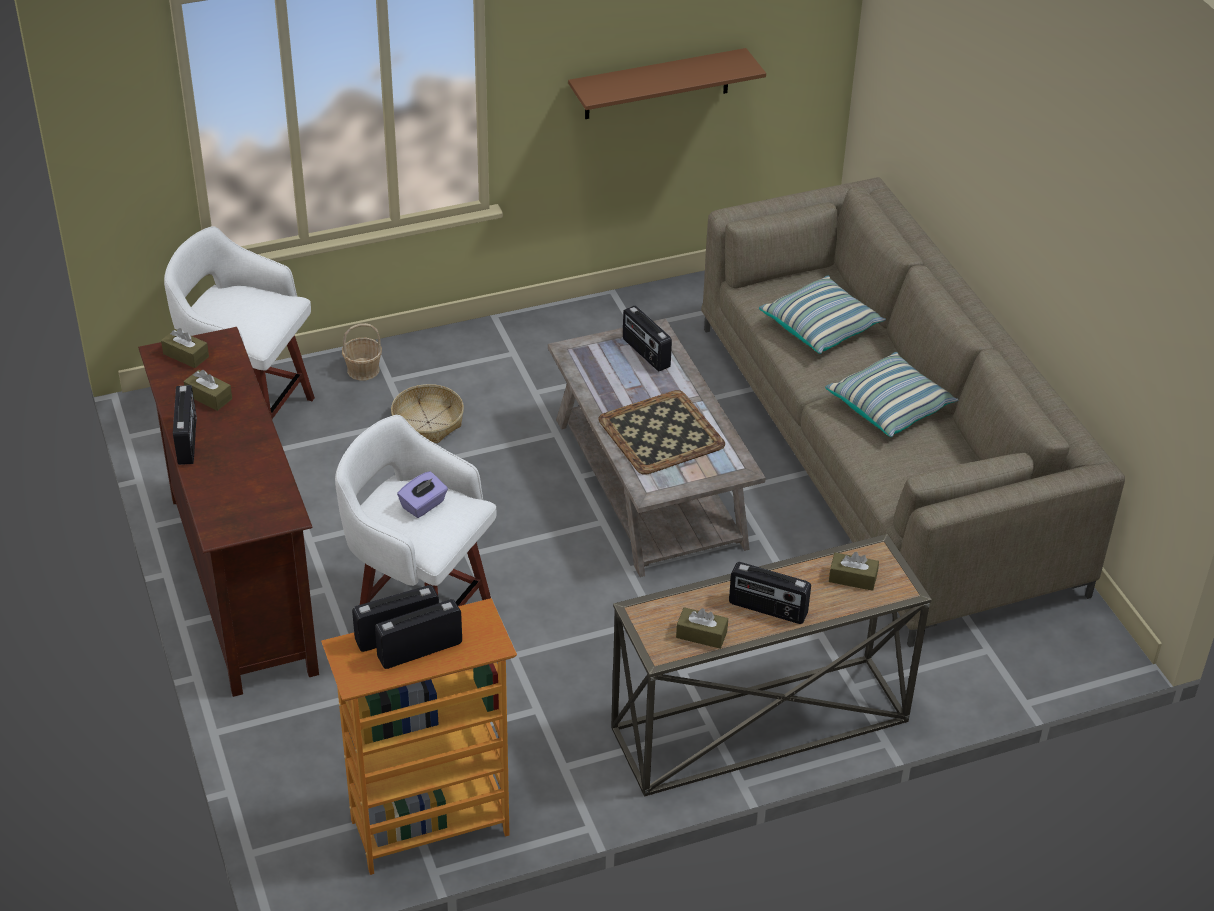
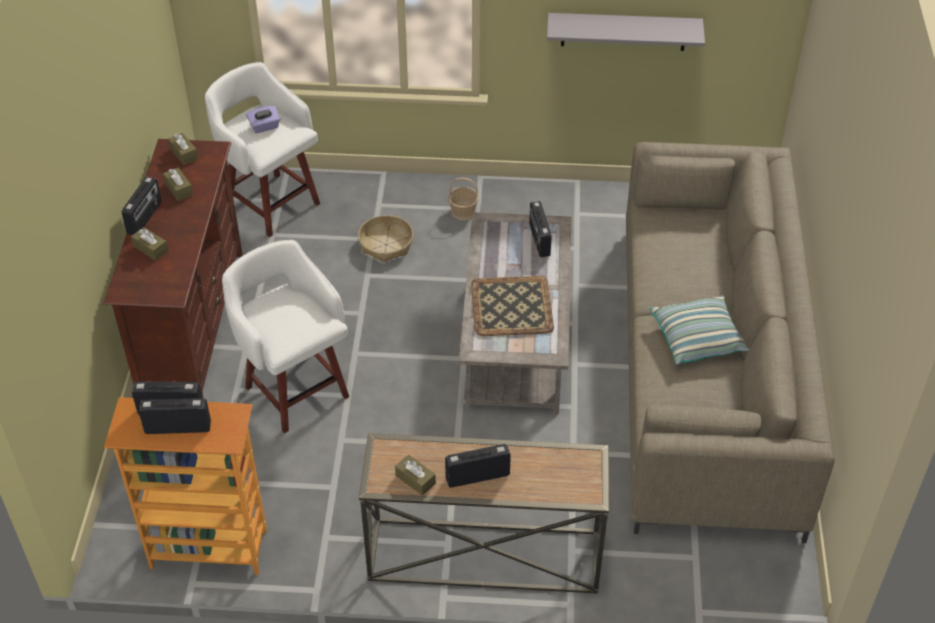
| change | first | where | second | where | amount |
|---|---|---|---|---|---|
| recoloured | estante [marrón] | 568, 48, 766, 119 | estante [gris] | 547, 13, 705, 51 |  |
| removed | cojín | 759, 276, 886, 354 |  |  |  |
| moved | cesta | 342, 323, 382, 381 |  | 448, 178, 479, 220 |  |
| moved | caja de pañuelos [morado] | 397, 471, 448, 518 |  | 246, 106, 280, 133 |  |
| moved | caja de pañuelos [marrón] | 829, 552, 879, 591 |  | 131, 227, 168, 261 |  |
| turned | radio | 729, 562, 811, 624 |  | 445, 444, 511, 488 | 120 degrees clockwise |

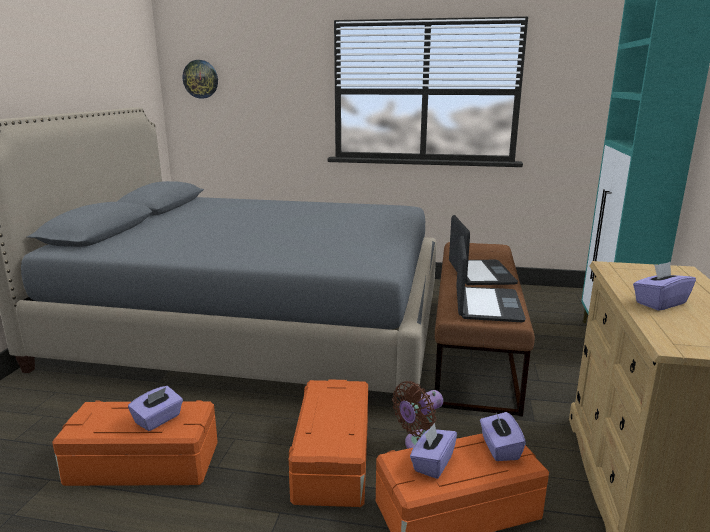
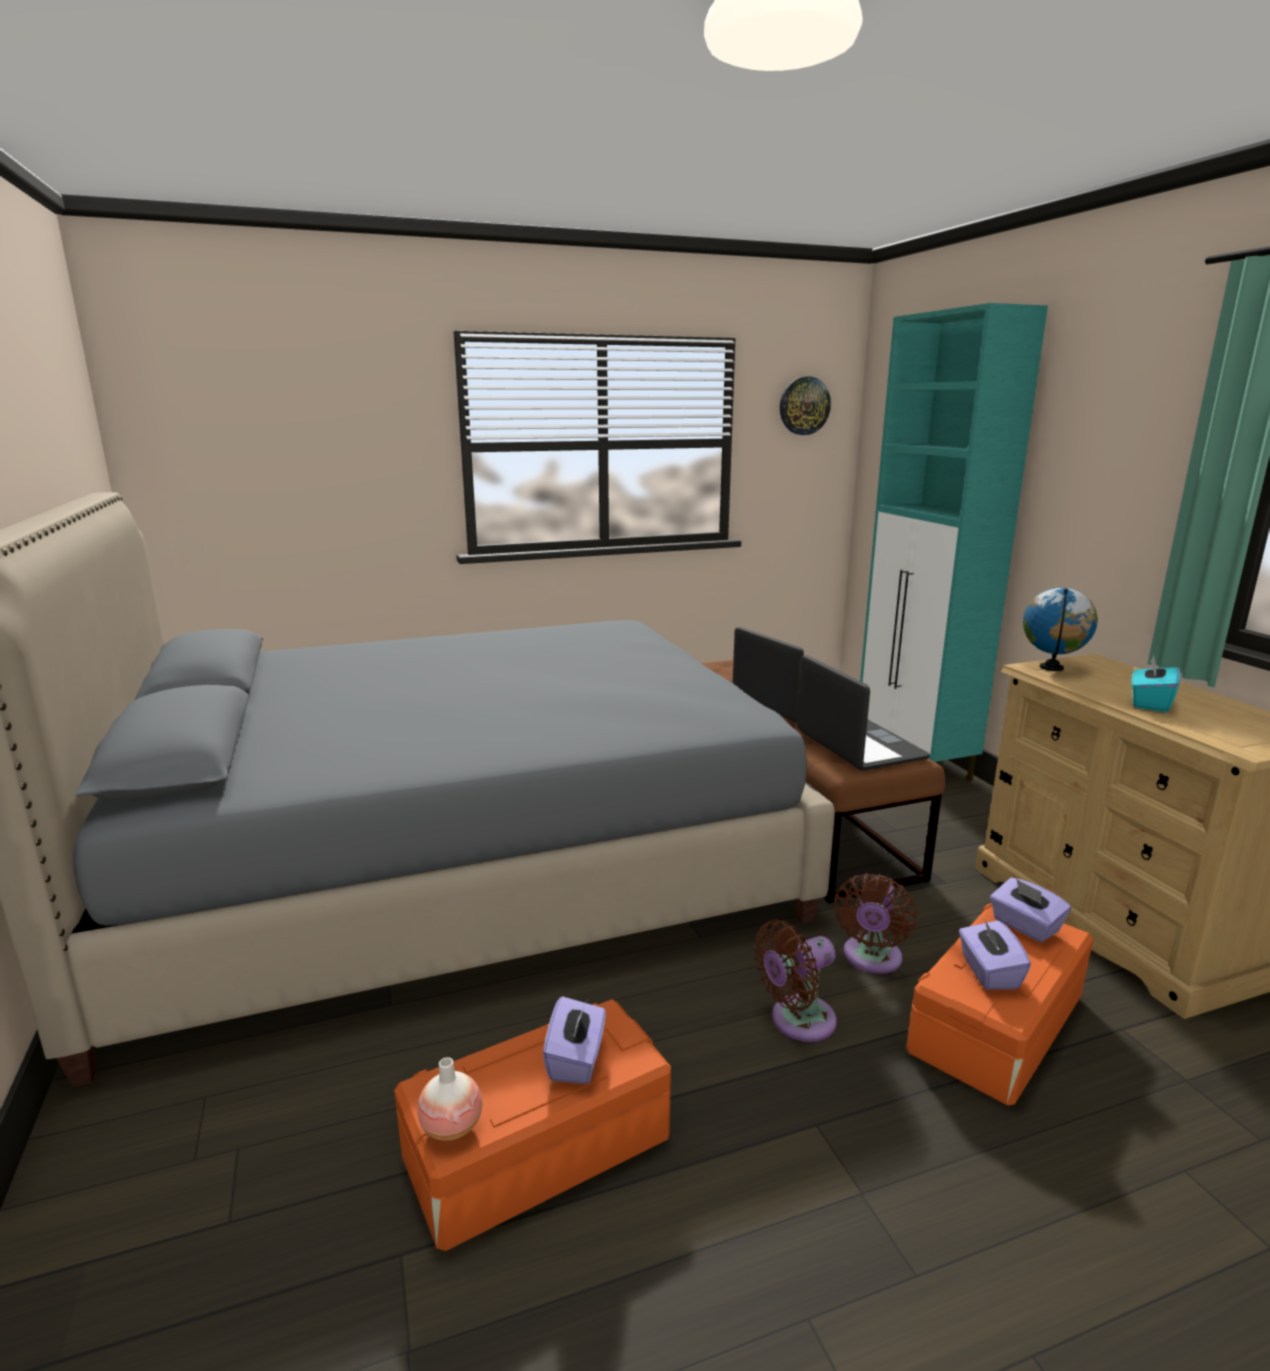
| change | first | where | second | where | amount |
|---|---|---|---|---|---|
| moved | reloj de pared | 183, 60, 218, 99 |  | 780, 376, 831, 435 |  |
| recoloured | caja de pañuelos [morado] | 633, 262, 696, 311 | caja de pañuelos [turquesa] | 1131, 655, 1180, 712 |  |
| replaced | caja de almacenaje [naranja] | 289, 379, 368, 507 | ventilador [marrón] | 754, 920, 837, 1042 |  |
| added |  |  | globo terráqueo | 1023, 587, 1098, 671 |  |
| added |  |  | florero | 417, 1057, 482, 1141 |  |

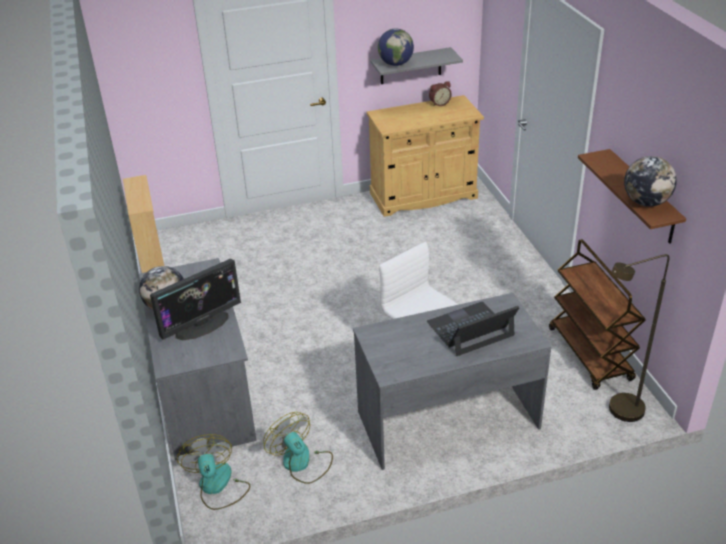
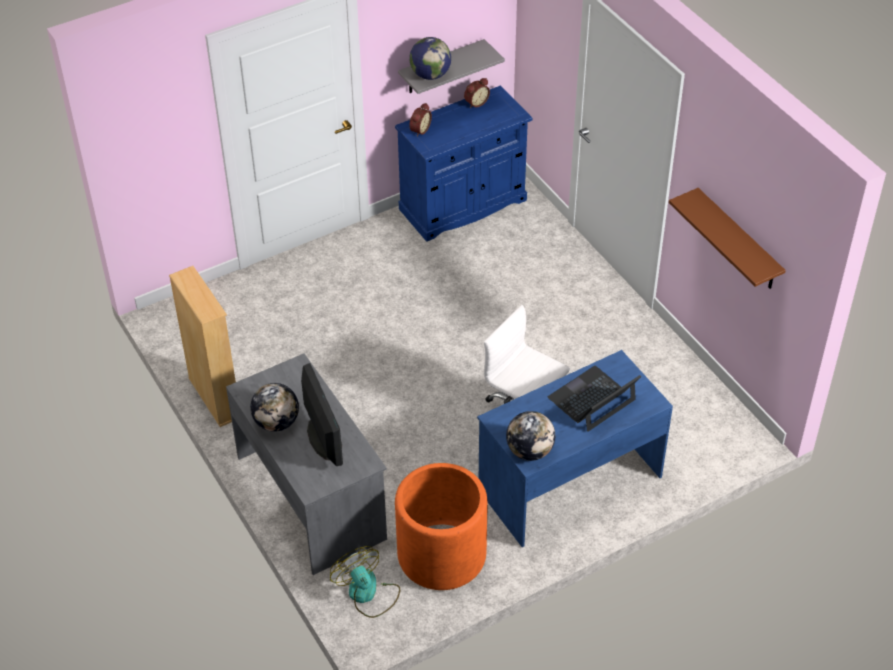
| change | first | where | second | where | amount |
|---|---|---|---|---|---|
| recoloured | armario [beis] | 366, 95, 484, 217 | armario [azul] | 395, 86, 532, 241 |  |
| moved | globo terráqueo | 624, 156, 677, 206 |  | 506, 411, 555, 461 |  |
| removed | carrito [marrón] | 549, 239, 645, 390 |  |  |  |
| removed | lámpara de pie [marrón] | 609, 254, 670, 422 |  |  |  |
| turned | monitor | 150, 259, 241, 340 |  | 301, 363, 343, 466 | 60 degrees counterclockwise |
| recoloured | escritorio [gris] | 353, 293, 551, 470 | escritorio [azul] | 477, 350, 673, 547 |  |
| replaced | ventilador | 263, 412, 333, 484 | maceta [naranja] | 395, 463, 488, 590 |  |
| added |  |  | despertador | 409, 103, 432, 137 |  |

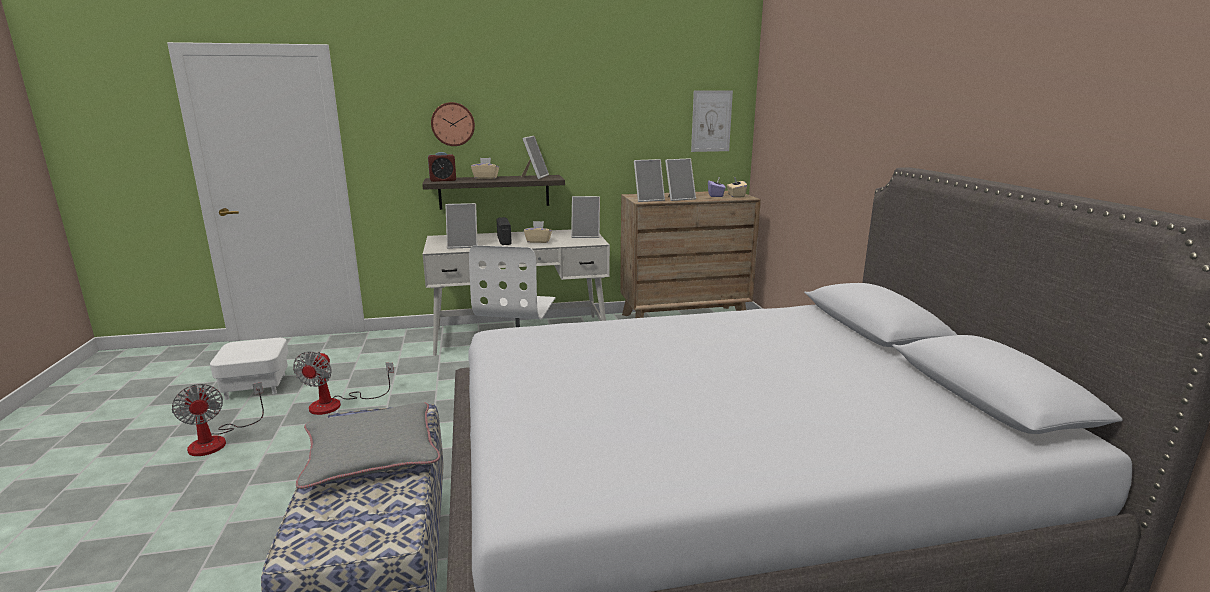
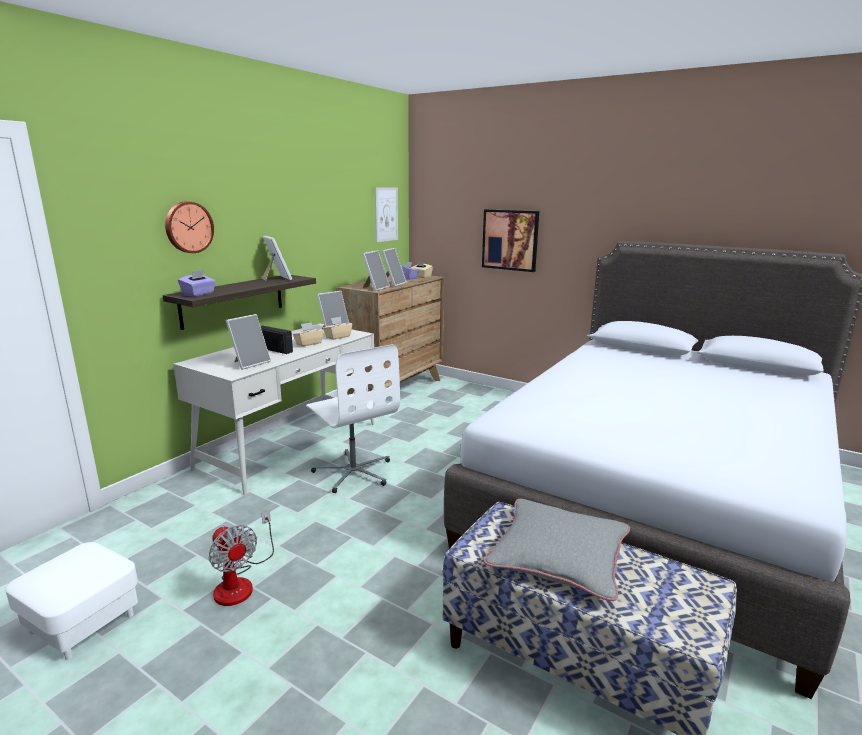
| change | first | where | second | where | amount |
|---|---|---|---|---|---|
| replaced | despertador | 428, 152, 456, 182 | caja de pañuelos [morado] | 178, 270, 216, 296 |  |
| moved | caja de pañuelos [beis] | 471, 158, 499, 179 |  | 323, 316, 352, 340 |  |
| removed | ventilador | 172, 382, 264, 456 |  |  |  |
| added |  |  | cuadro | 482, 209, 539, 272 |  |

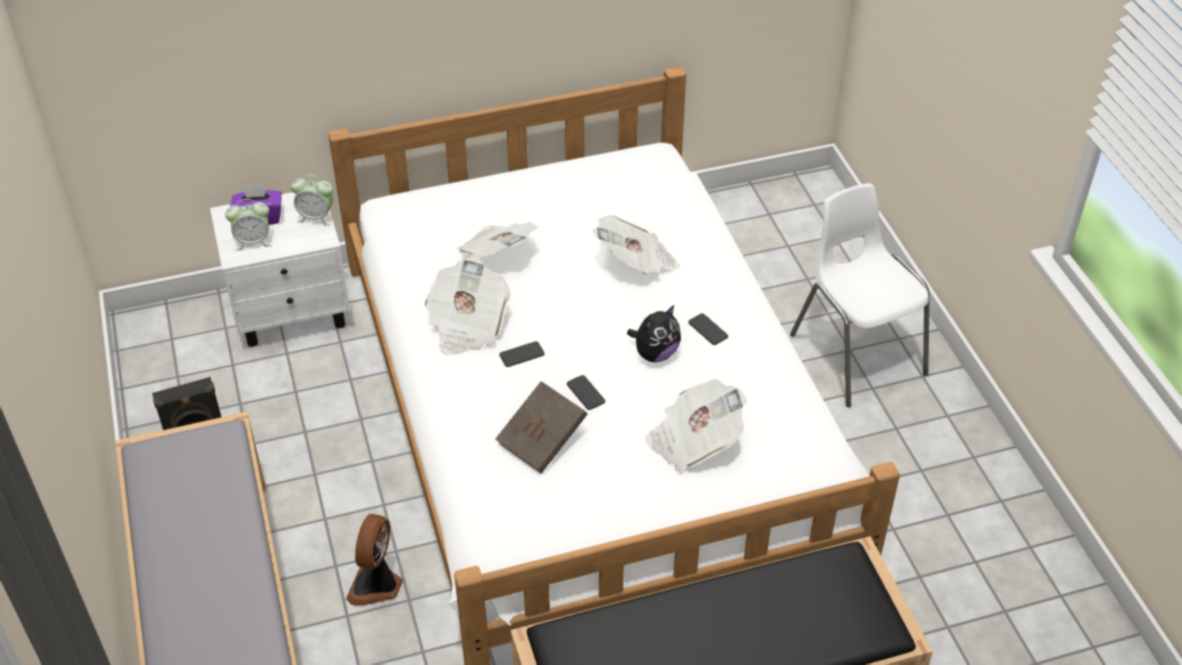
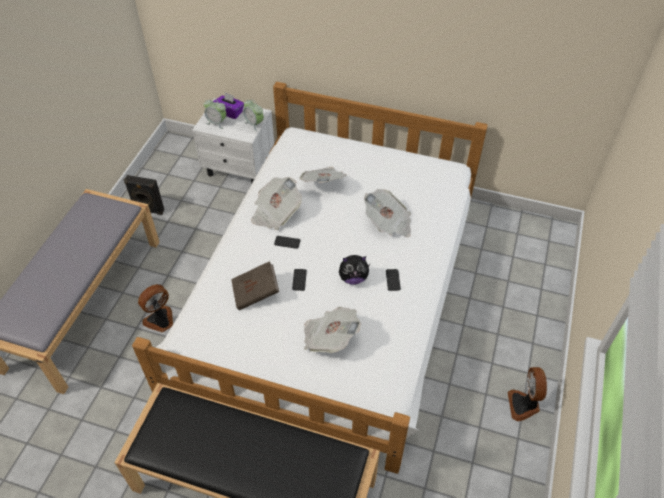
| change | first | where | second | where | amount |
|---|---|---|---|---|---|
| removed | silla [blanco] | 790, 183, 930, 407 |  |  |  |
| added |  |  | ventilador | 508, 367, 547, 421 |  |

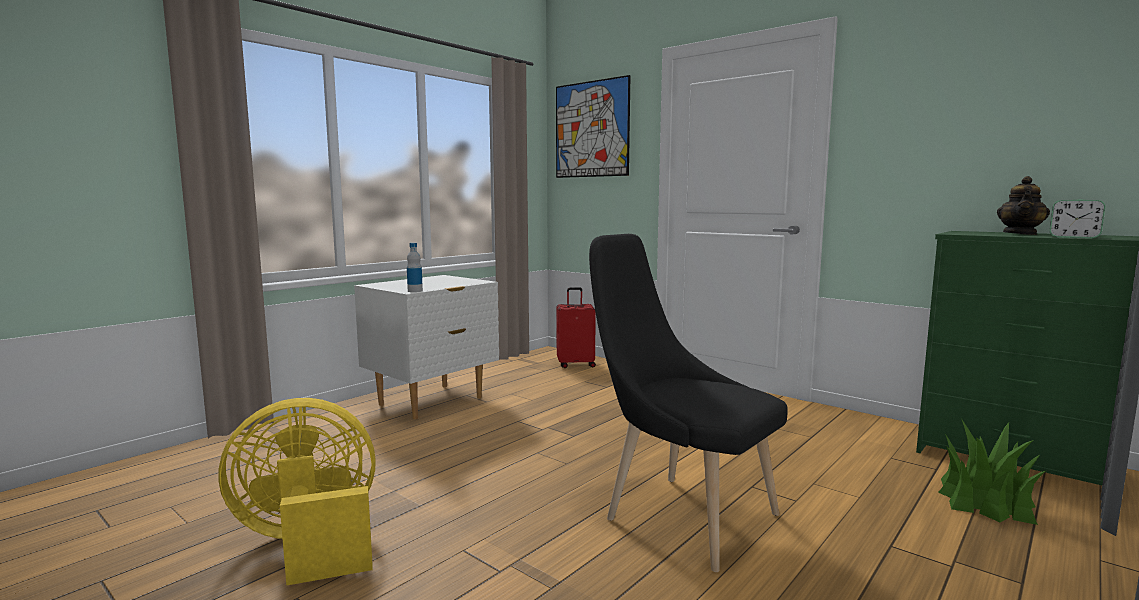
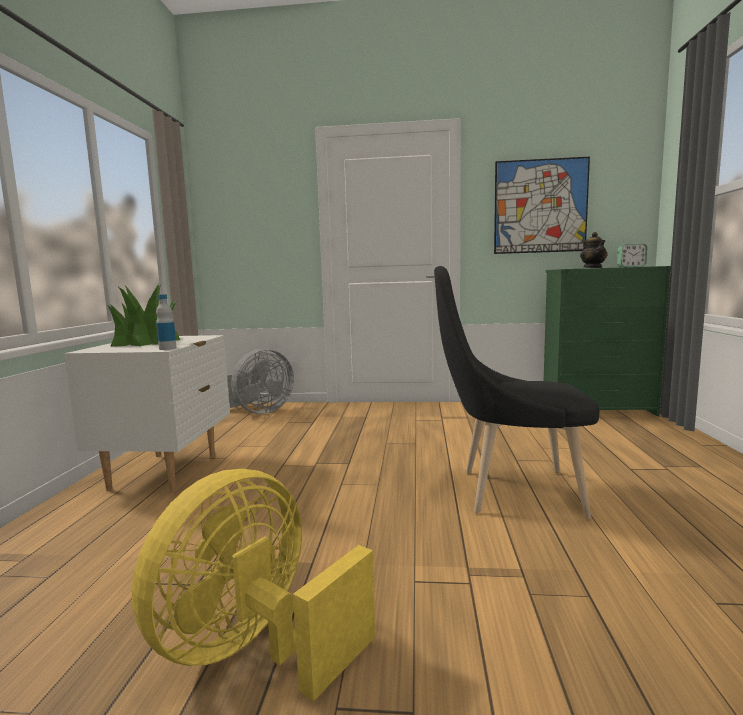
| change | first | where | second | where | amount |
|---|---|---|---|---|---|
| moved | cuadro | 556, 75, 631, 178 |  | 494, 157, 590, 254 |  |
| replaced | maleta [rojo] | 556, 287, 596, 368 | ventilador [gris] | 227, 348, 294, 414 |  |
| moved | planta en maceta | 938, 420, 1047, 525 |  | 107, 284, 181, 347 |  |

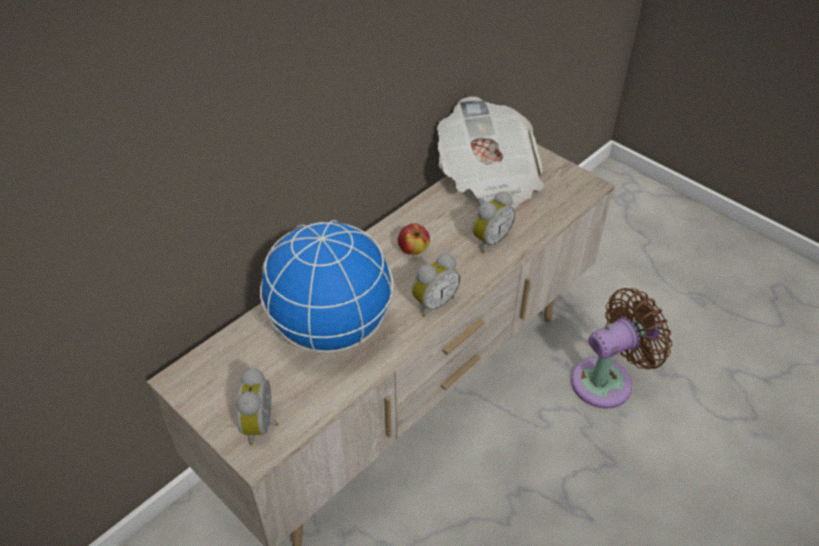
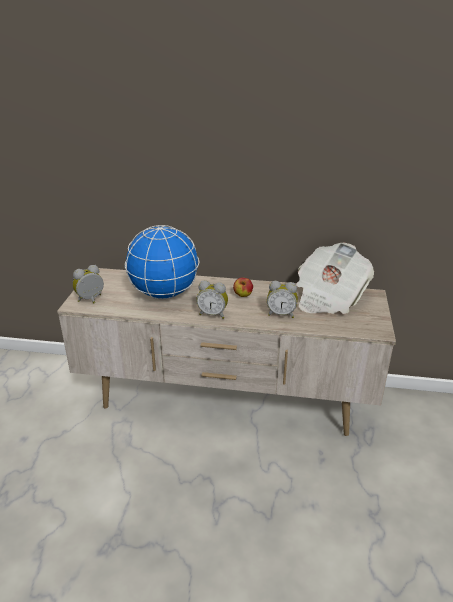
| change | first | where | second | where | amount |
|---|---|---|---|---|---|
| removed | ventilador [marrón] | 571, 288, 672, 409 |  |  |  |

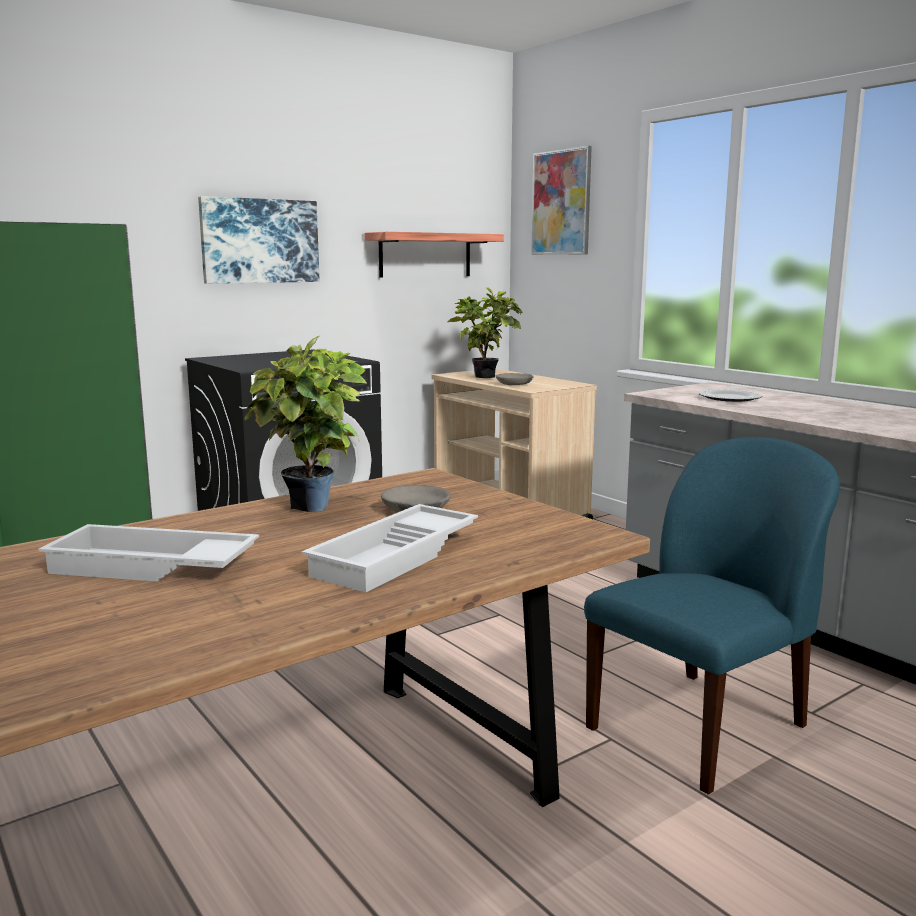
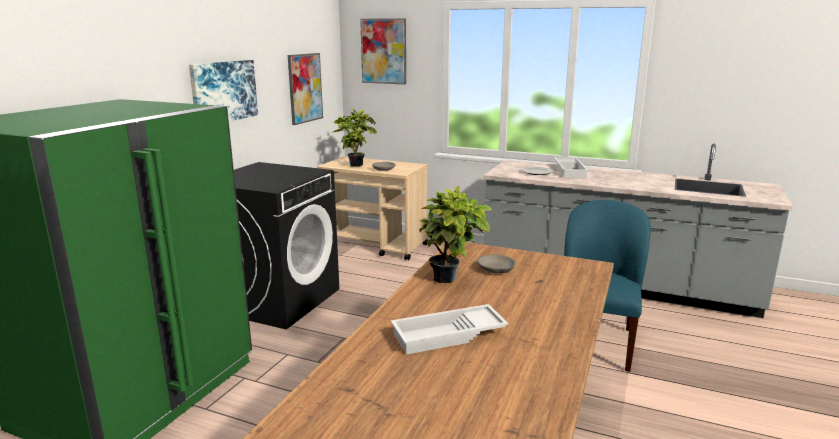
| change | first | where | second | where | amount |
|---|---|---|---|---|---|
| replaced | estante | 364, 232, 504, 277 | cuadro | 288, 53, 323, 125 |  |
| moved | bandeja [blanco] | 301, 504, 478, 593 |  | 554, 157, 589, 178 |  |

